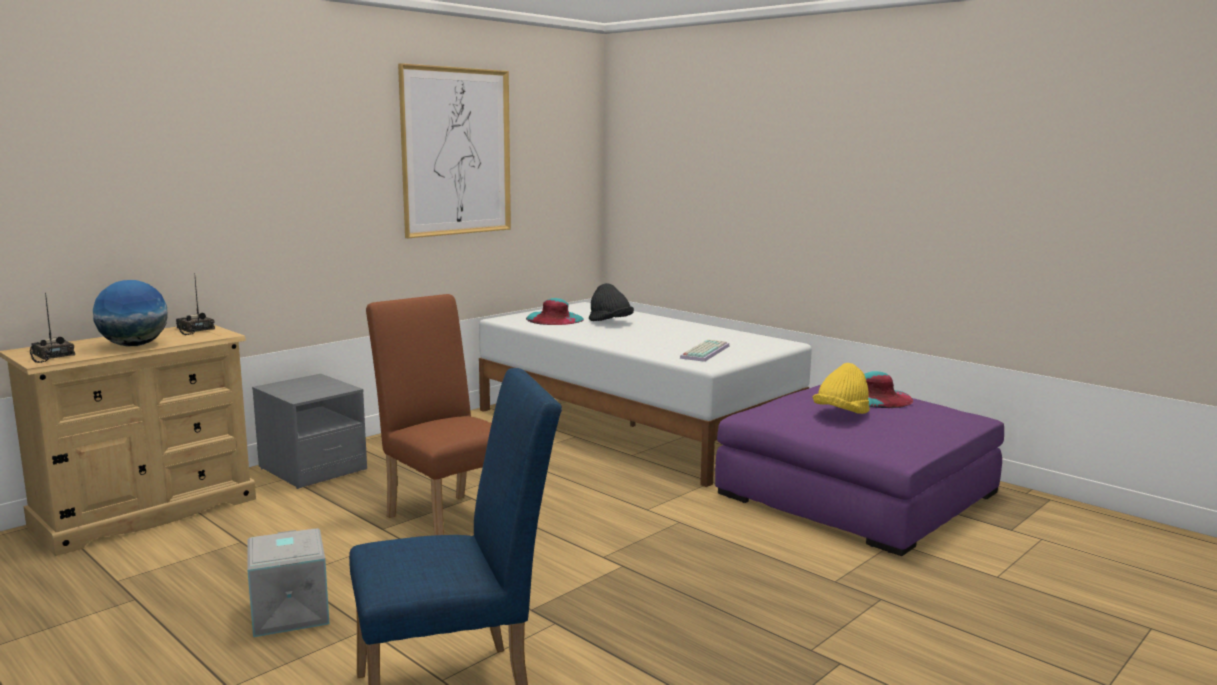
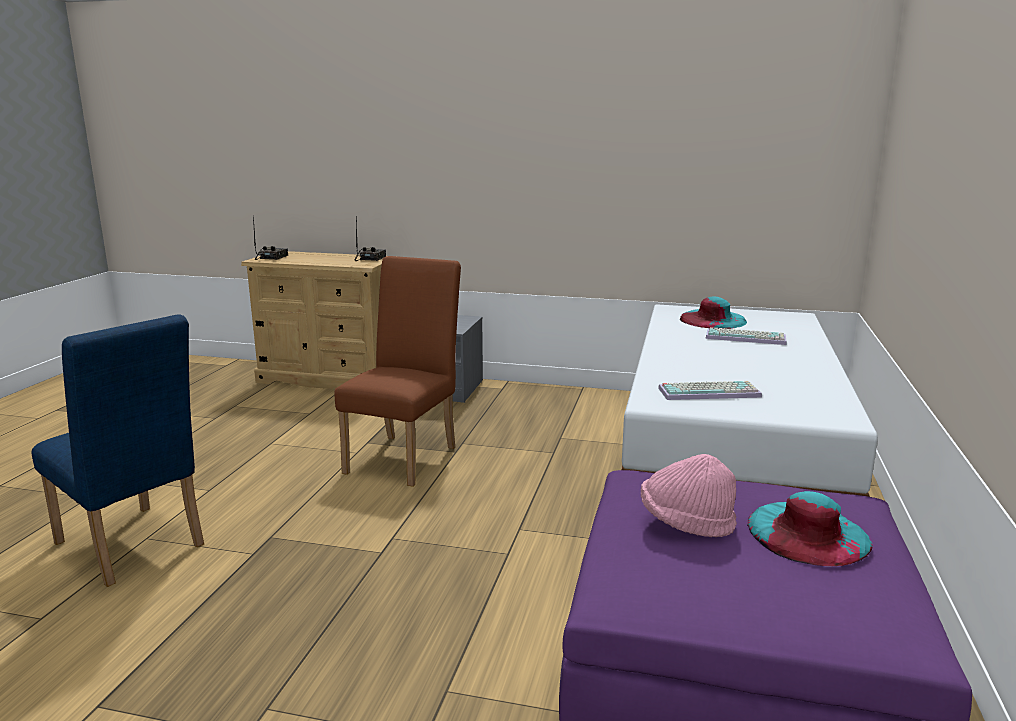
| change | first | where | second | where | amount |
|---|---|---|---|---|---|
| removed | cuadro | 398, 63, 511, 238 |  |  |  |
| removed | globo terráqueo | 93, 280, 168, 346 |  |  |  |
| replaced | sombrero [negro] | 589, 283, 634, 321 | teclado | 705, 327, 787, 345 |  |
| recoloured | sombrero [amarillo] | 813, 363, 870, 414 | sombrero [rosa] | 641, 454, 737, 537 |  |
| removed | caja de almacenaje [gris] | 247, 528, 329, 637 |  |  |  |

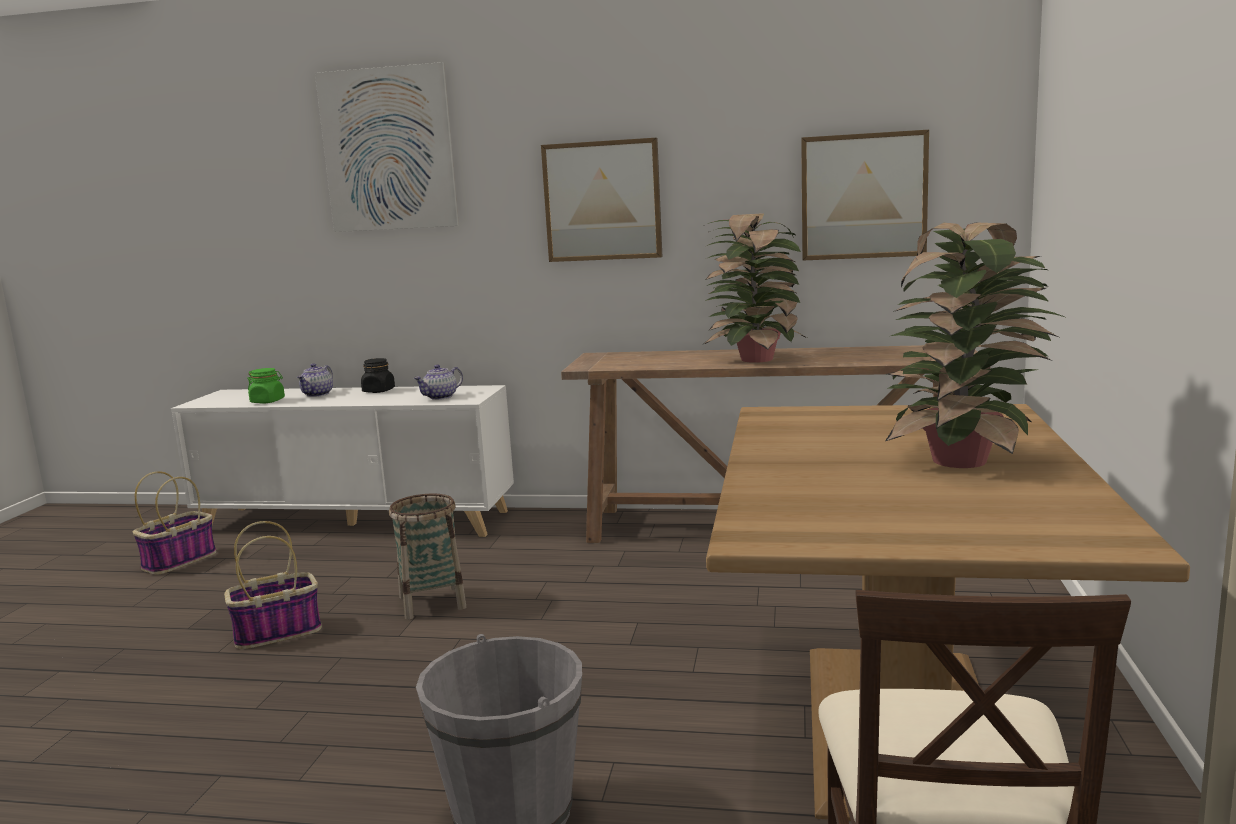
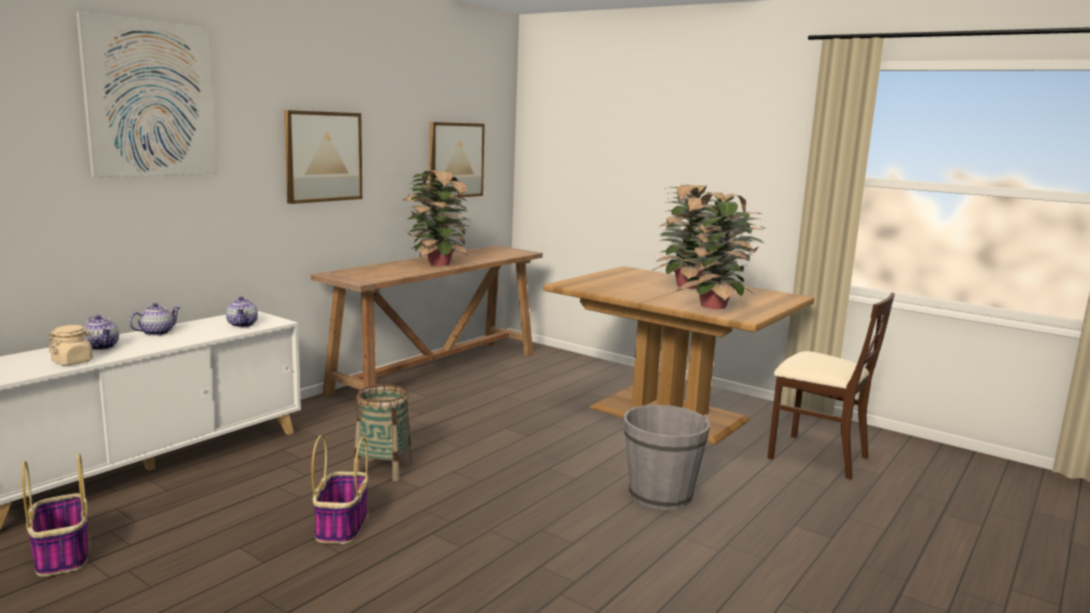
| change | first | where | second | where | amount |
|---|---|---|---|---|---|
| replaced | tarro [negro] | 361, 358, 395, 393 | tetera | 129, 303, 181, 336 |  |
| recoloured | tarro [verde] | 247, 368, 285, 404 | tarro [beis] | 49, 325, 93, 365 |  |
| added |  |  | planta en maceta | 676, 192, 764, 309 |  |

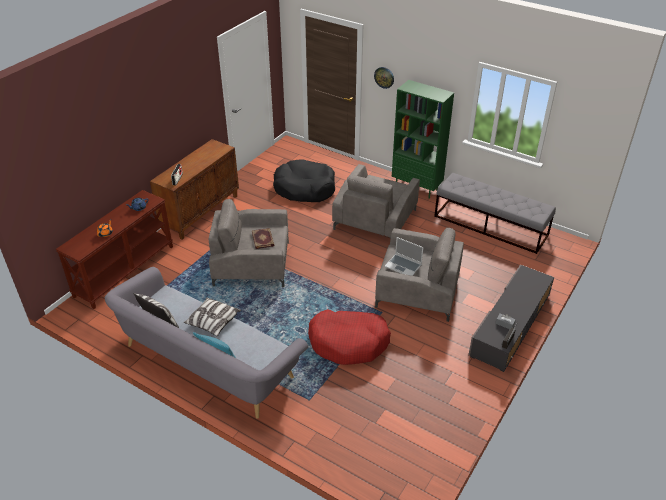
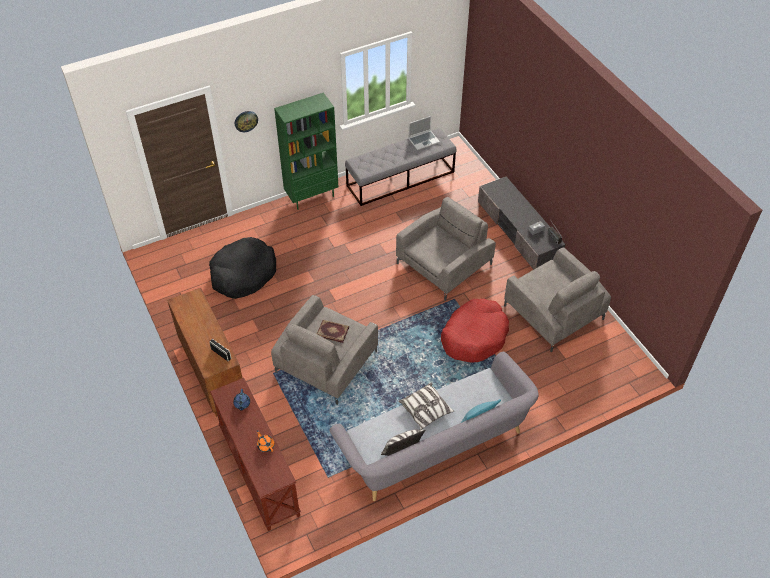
| change | first | where | second | where | amount |
|---|---|---|---|---|---|
| moved | sillón [gris] | 332, 164, 420, 239 |  | 504, 247, 611, 352 |  |
| moved | portátil | 385, 237, 424, 276 |  | 408, 116, 440, 150 |  |

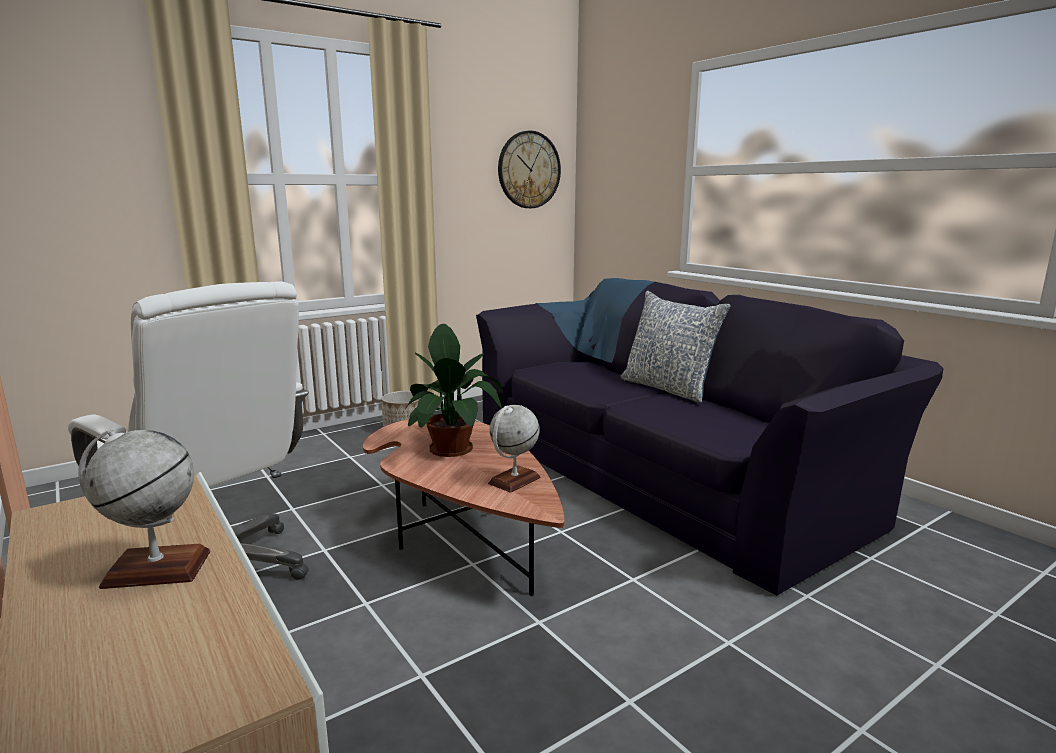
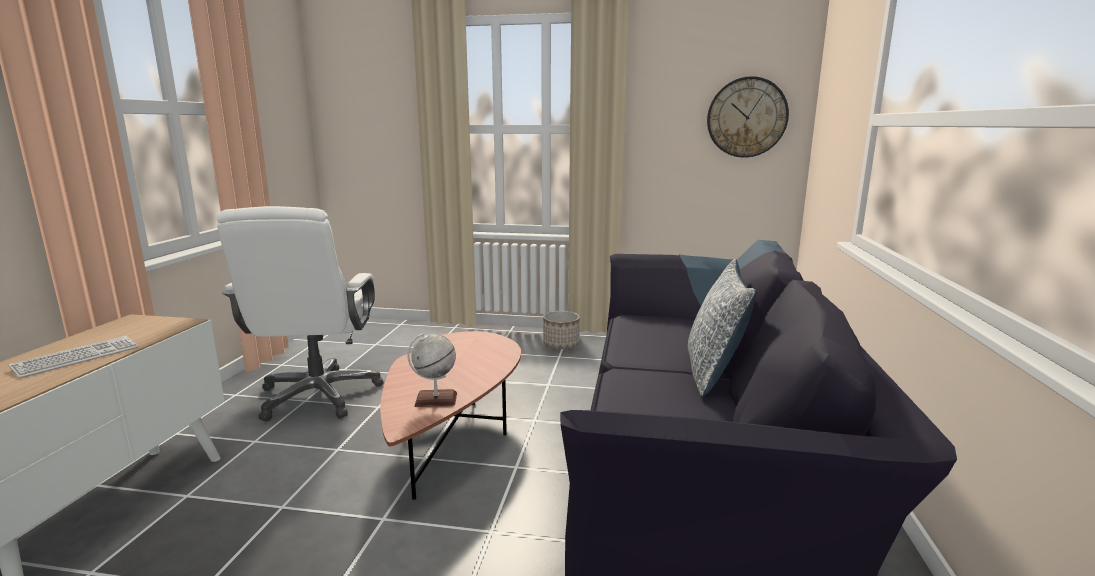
| change | first | where | second | where | amount |
|---|---|---|---|---|---|
| removed | planta en maceta | 404, 324, 504, 457 |  |  |  |
| replaced | globo terráqueo | 78, 428, 211, 589 | teclado | 8, 336, 139, 378 |  |

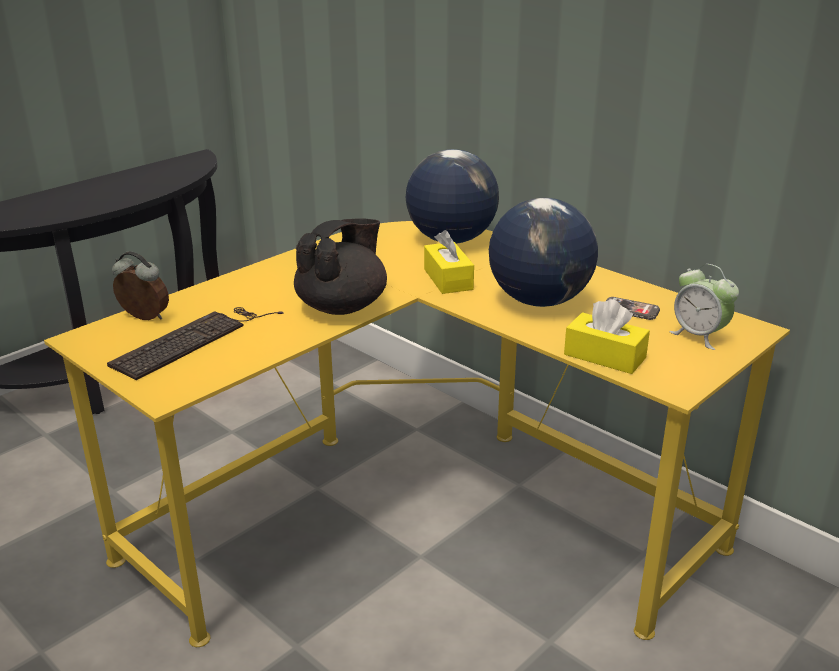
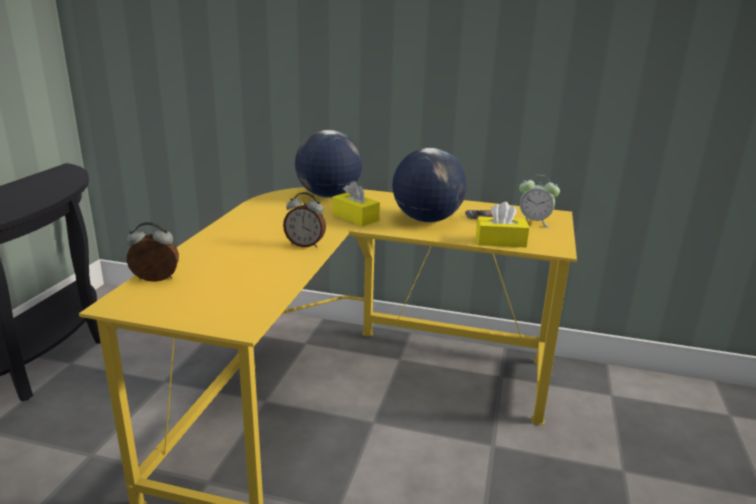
| change | first | where | second | where | amount |
|---|---|---|---|---|---|
| replaced | tetera [negro] | 294, 218, 387, 315 | despertador | 283, 192, 326, 248 |  |
| removed | teclado | 107, 307, 283, 380 |  |  |  |

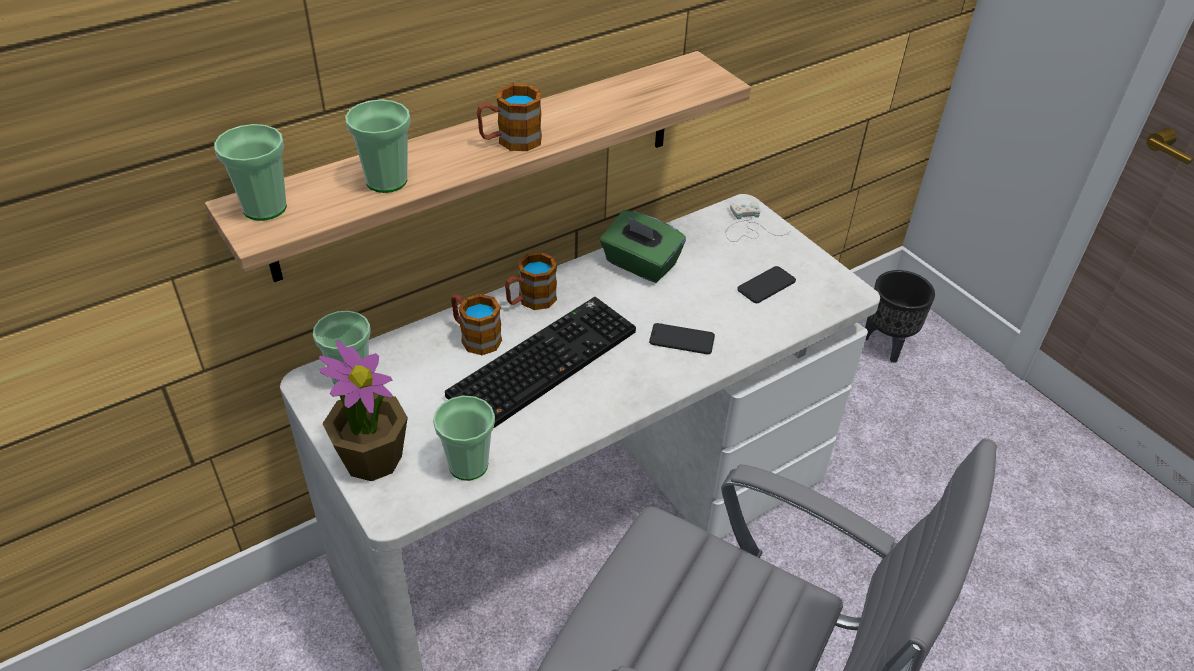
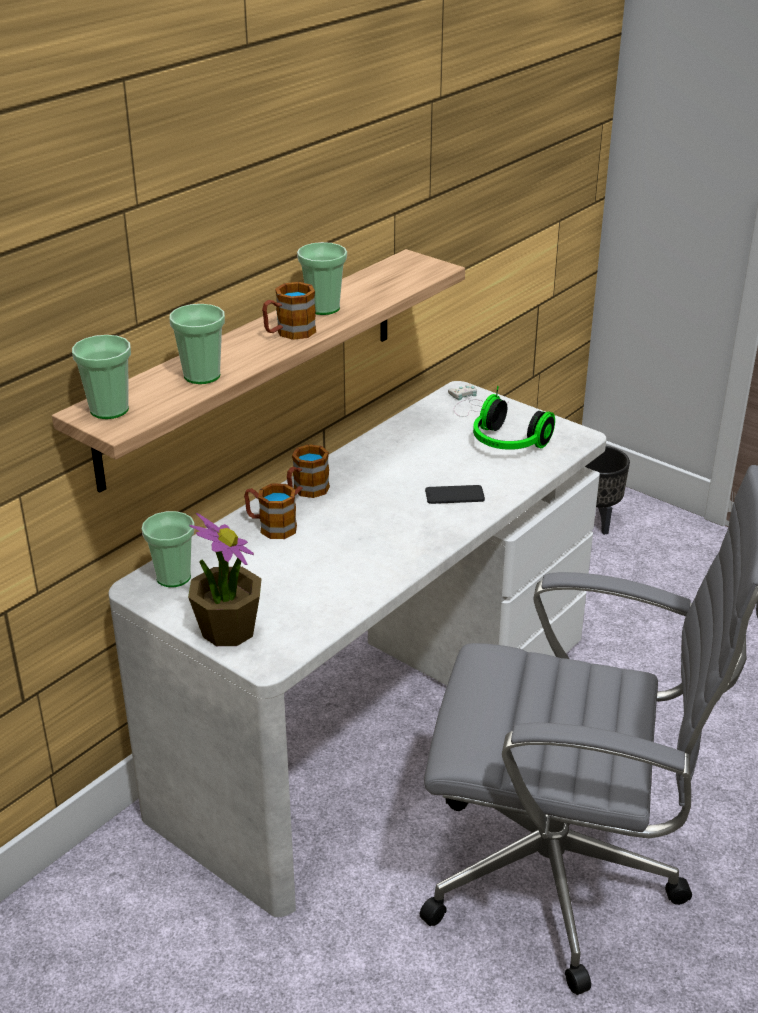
| change | first | where | second | where | amount |
|---|---|---|---|---|---|
| removed | caja de pañuelos [verde] | 600, 210, 686, 283 |  |  |  |
| replaced | móvil | 737, 266, 796, 303 | auriculares | 473, 386, 555, 450 |  |
| removed | teclado | 445, 297, 636, 428 |  |  |  |
| moved | taza | 433, 396, 495, 481 |  | 297, 242, 347, 315 |  |

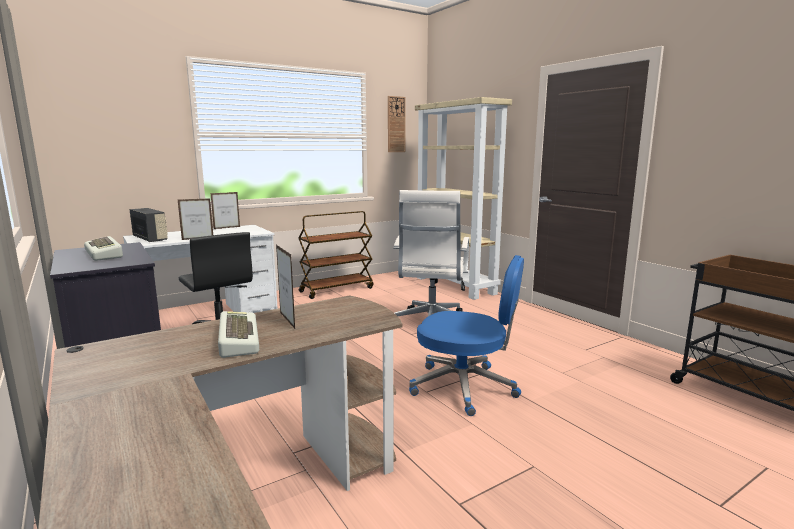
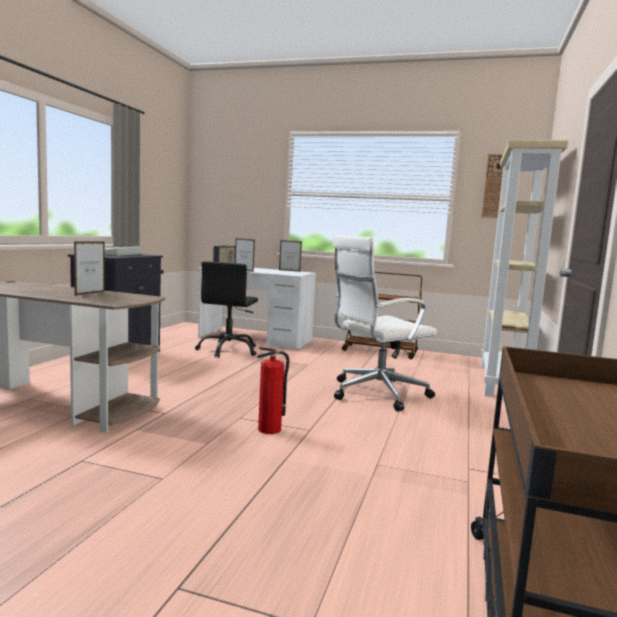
| change | first | where | second | where | amount |
|---|---|---|---|---|---|
| replaced | silla de oficina [azul] | 409, 255, 524, 416 | extintor | 257, 347, 290, 434 |  |
| removed | teclado | 218, 311, 259, 358 |  |  |  |

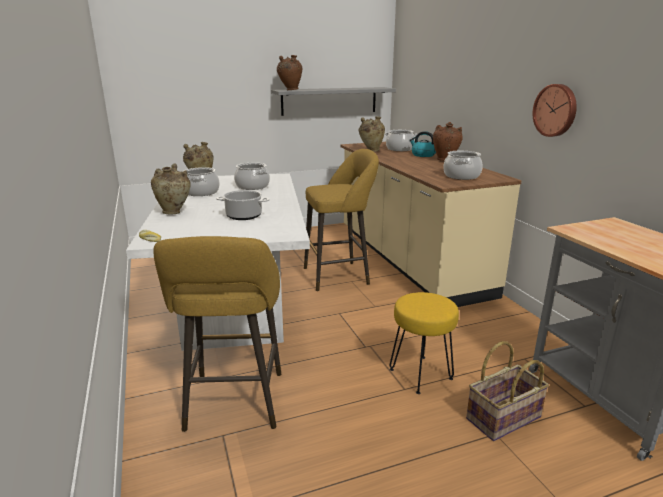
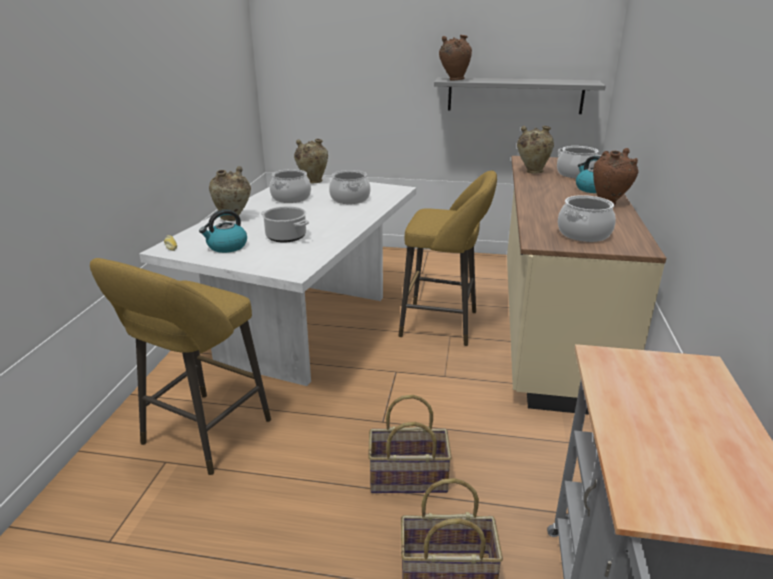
| change | first | where | second | where | amount |
|---|---|---|---|---|---|
| removed | reloj de pared | 533, 84, 577, 137 |  |  |  |
| replaced | taburete [amarillo] | 389, 292, 459, 394 | cesta | 368, 395, 452, 493 |  |
| added |  |  | hervidor | 199, 209, 247, 253 |  |

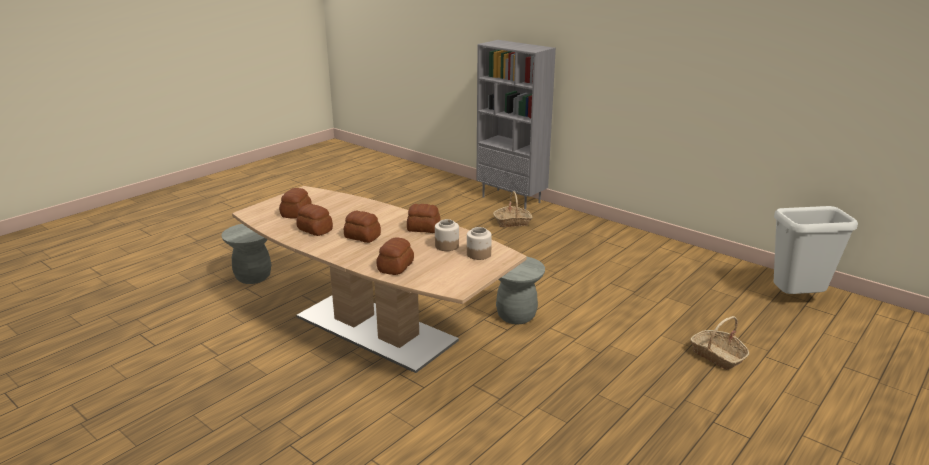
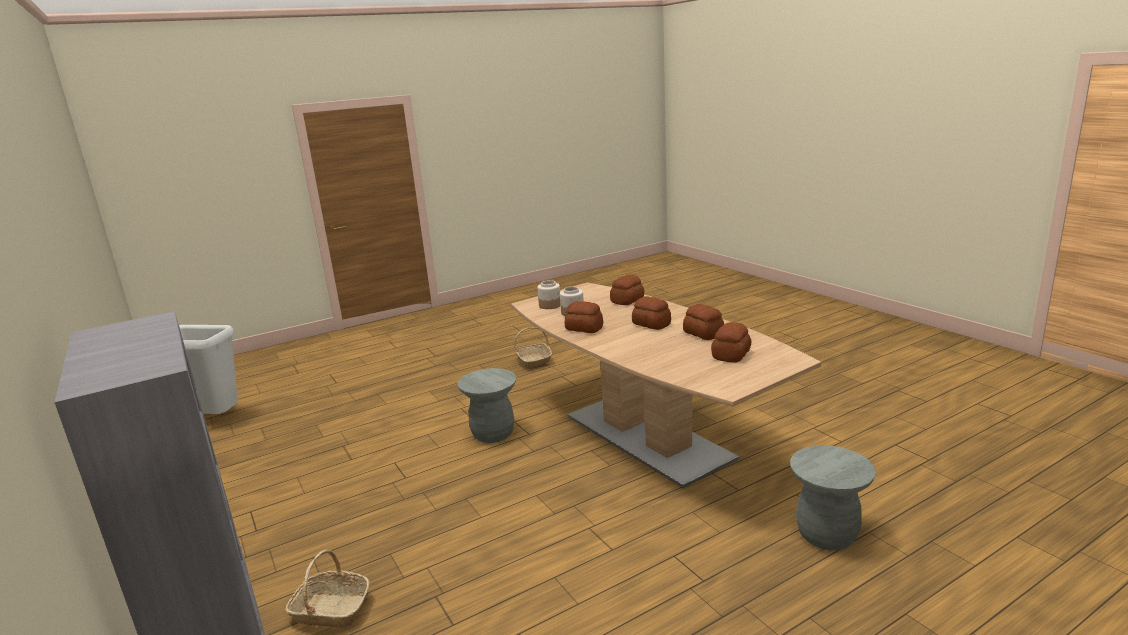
| change | first | where | second | where | amount |
|---|---|---|---|---|---|
| moved | cesta | 690, 316, 749, 370 |  | 514, 327, 552, 369 |  |

